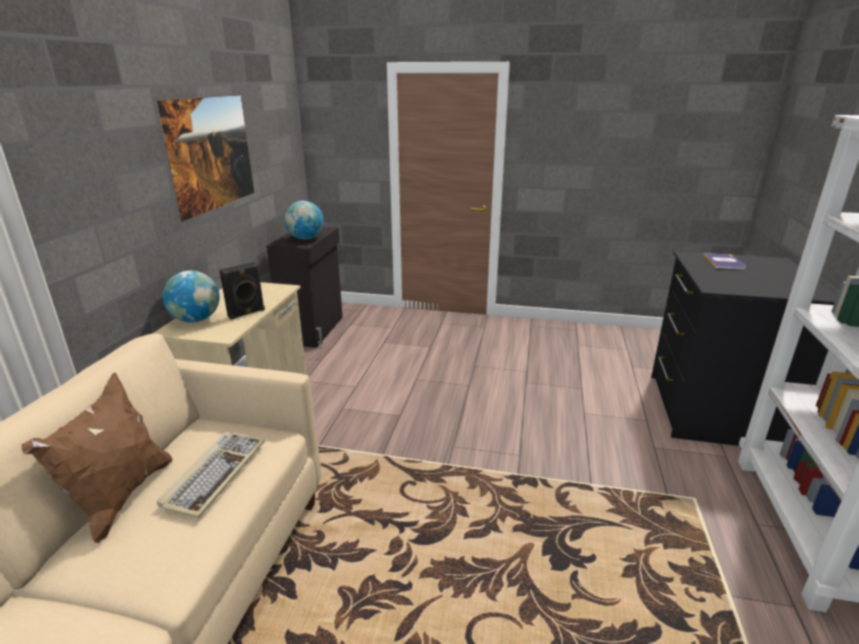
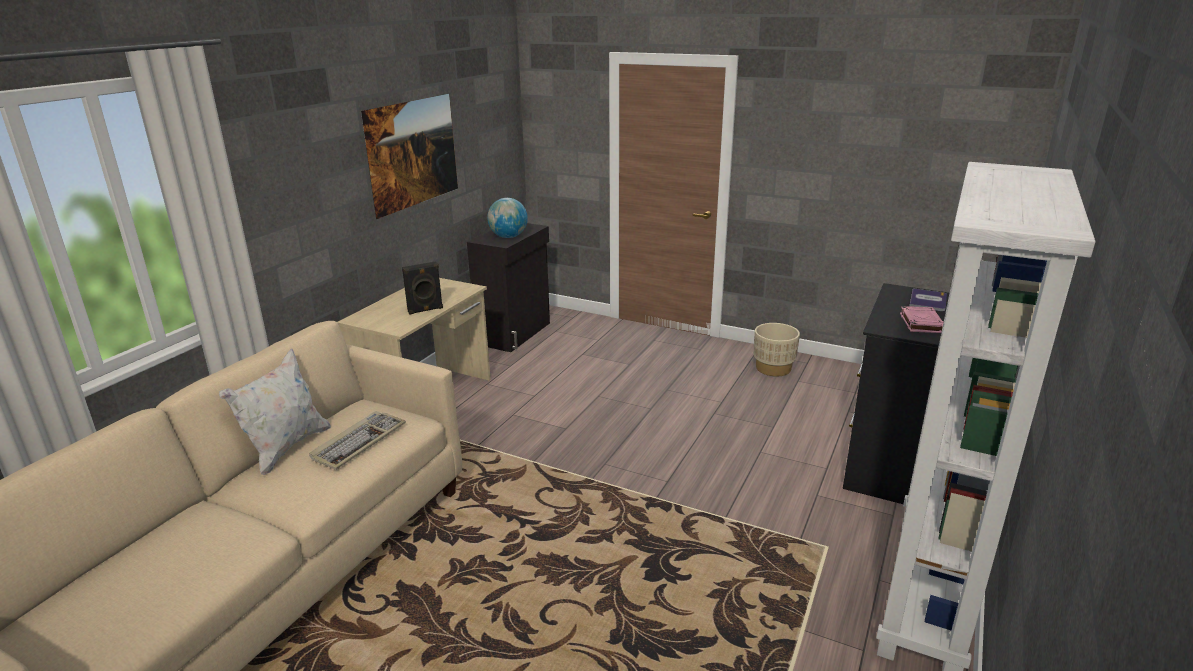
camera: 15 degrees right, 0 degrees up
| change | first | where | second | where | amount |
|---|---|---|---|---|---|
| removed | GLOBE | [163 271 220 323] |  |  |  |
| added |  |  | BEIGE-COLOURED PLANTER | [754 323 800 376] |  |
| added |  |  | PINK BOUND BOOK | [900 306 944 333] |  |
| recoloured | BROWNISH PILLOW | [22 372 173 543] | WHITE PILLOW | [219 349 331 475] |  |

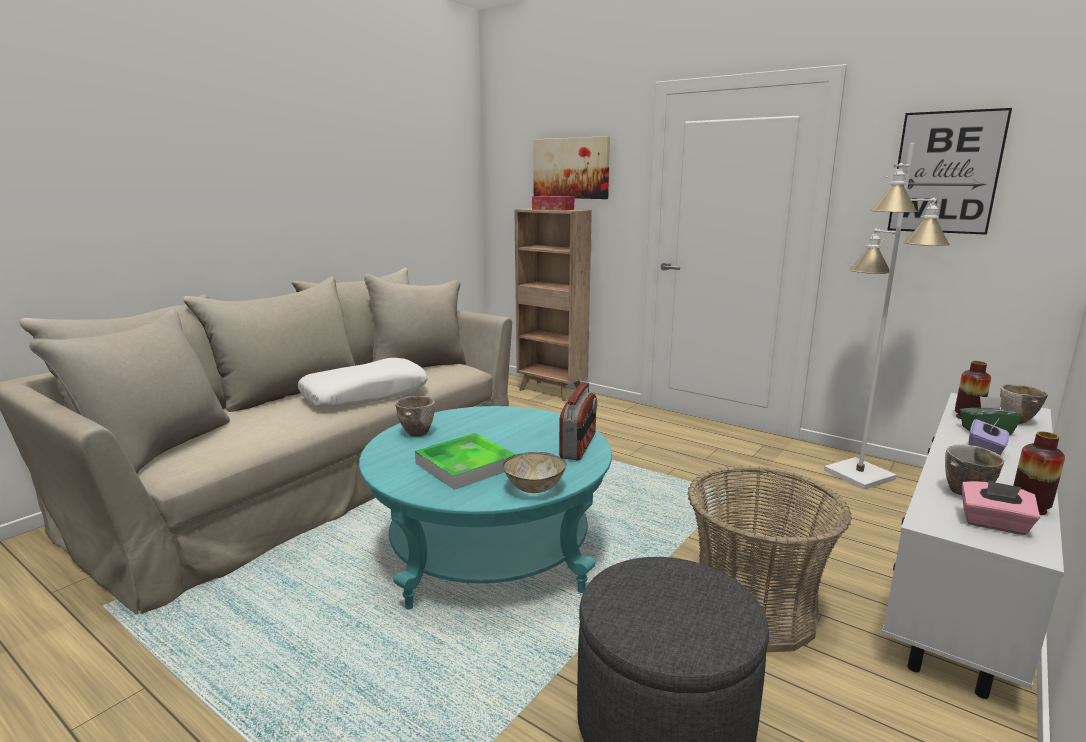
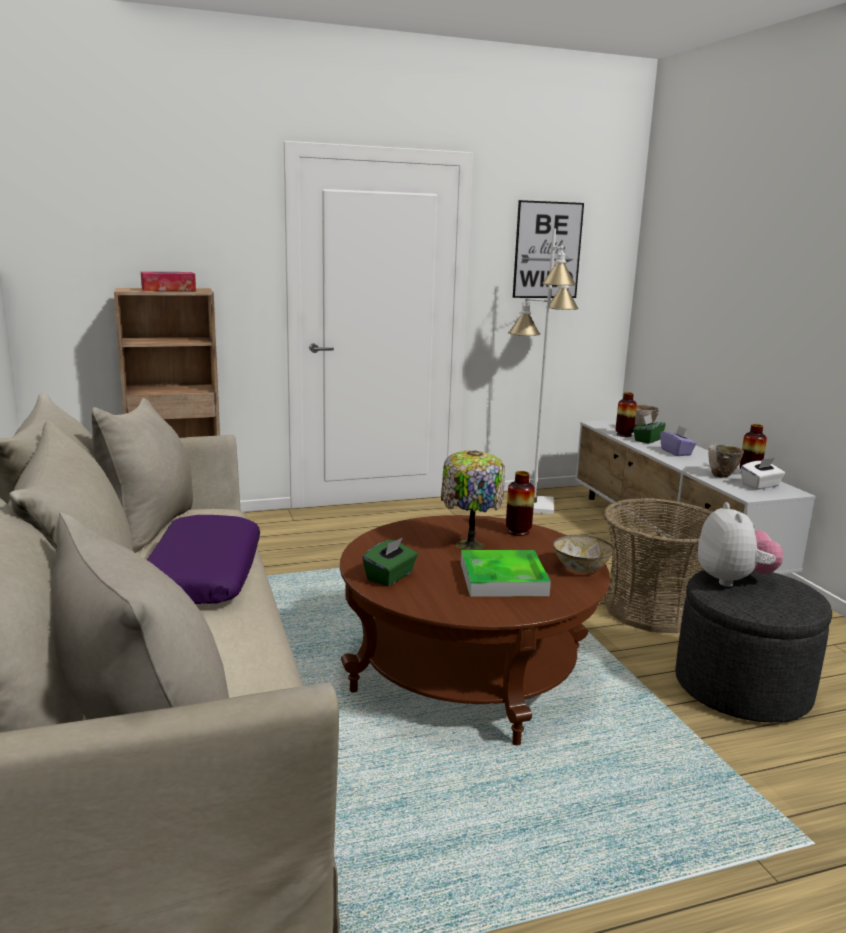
camera: 55 degrees left, 0 degrees up
| change | first | where | second | where | amount |
|---|---|---|---|---|---|
| removed | WALL PICTURE | [533 136 610 199] |  |  |  |
| added |  |  | TABLETOP LAMP | [441 450 505 550] |  |
| added |  |  | SOFT TOY | [698 502 783 587] |  |
| replaced | BOWL | [395 396 435 436] | GREENISH BOX OF TISSUES | [362 537 418 586] |  |
| replaced | RADIO | [559 382 597 460] | VASE | [506 471 535 536] |  |
| recoloured | WHITE PILLOW | [298 358 428 408] | PURPLE PILLOW | [147 515 260 604] |  |
| recoloured | TURQUOISE-COLOURED LOUNGE TABLE | [359 406 612 610] | BROWNISH LOUNGE TABLE | [340 515 610 746] |  |
| recoloured | PINK BOX OF TISSUES | [962 481 1040 535] | WHITE BOX OF TISSUES | [741 458 785 490] |  |

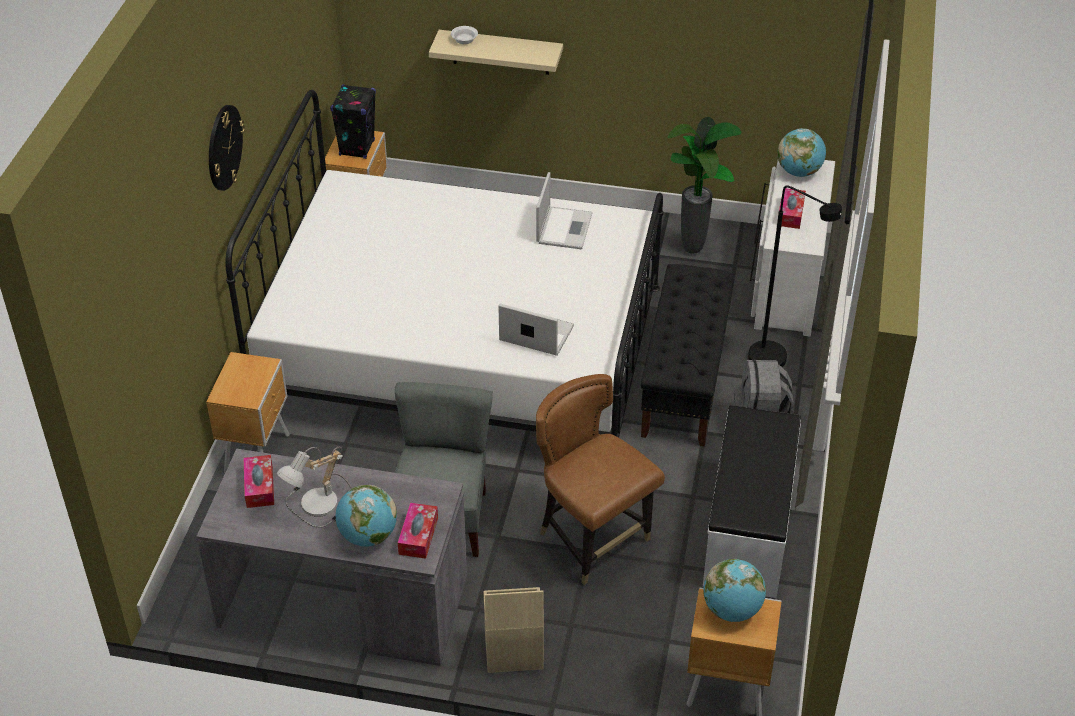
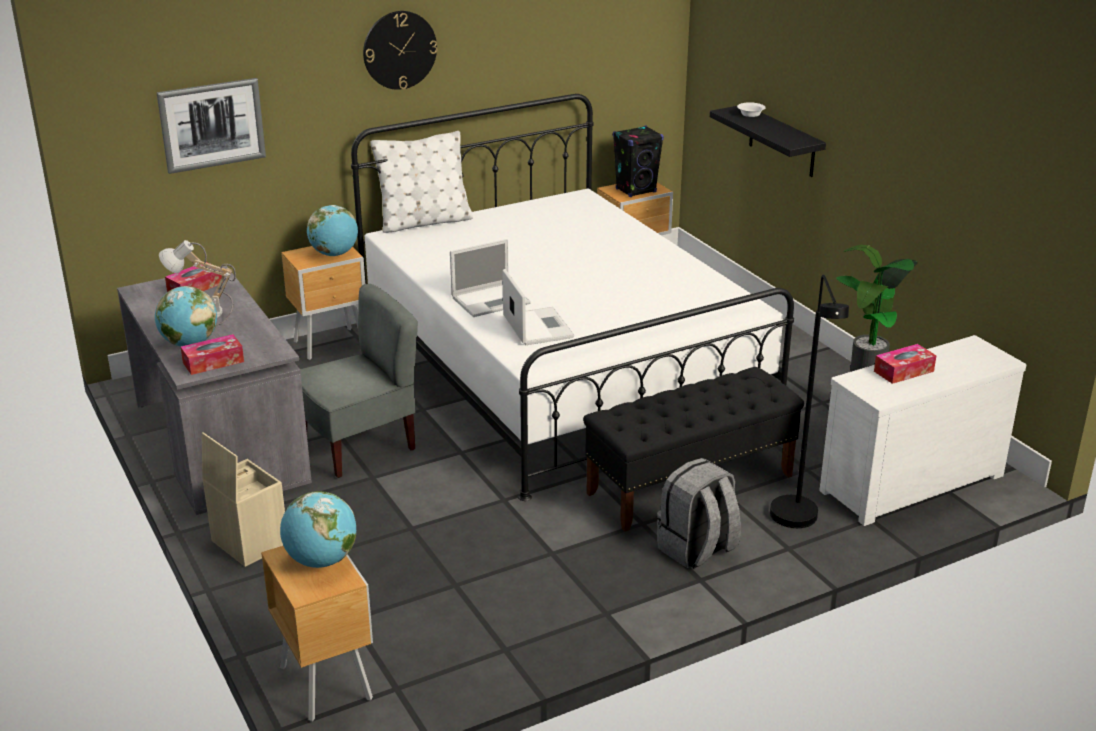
camera: 50 degrees right, 15 degrees down
| change | first | where | second | where | amount |
|---|---|---|---|---|---|
| removed | BROWNISH PLAIN CHAIR | [536 374 665 585] |  |  |  |
| removed | WHITE INDOOR BENCH | [703 405 801 598] |  |  |  |
| added |  |  | WALL PICTURE | [156 78 266 174] |  |
| added |  |  | WHITE PILLOW | [370 131 473 233] |  |
| moved | PORTABLE COMPUTER | [536 172 593 249] |  | [450 239 531 317] |  |
| moved | GLOBE | [778 128 826 177] |  | [307 205 358 256] |  |
| recoloured | BEIGE-COLOURED SHELF | [429 30 563 75] | BLACK SHELF | [710 106 826 177] |  |

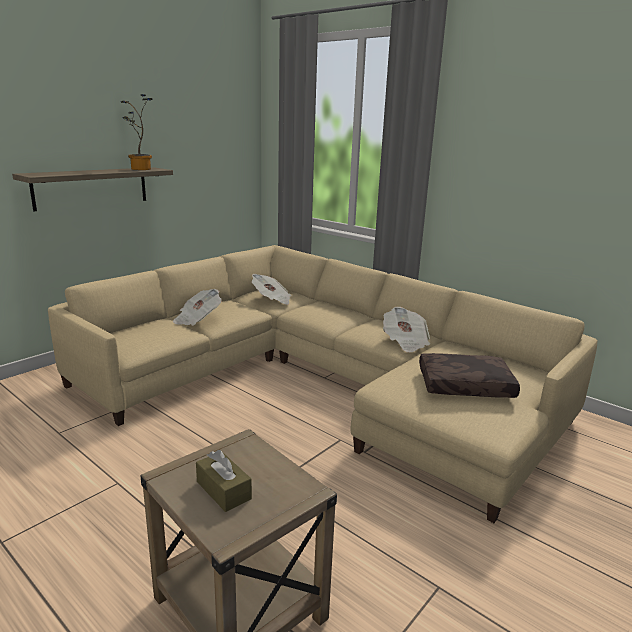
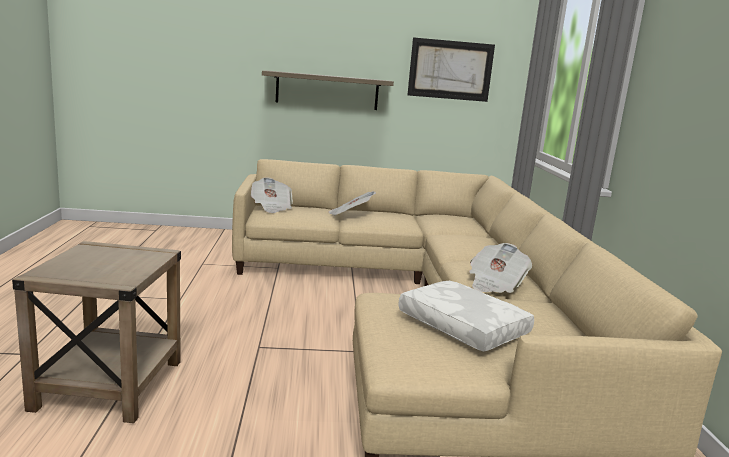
camera: 45 degrees right, 5 degrees down
| change | first | where | second | where | amount |
|---|---|---|---|---|---|
| removed | HOUSEPLANT | [120 94 153 170] |  |  |  |
| removed | BROWNISH BOX OF TISSUES | [196 450 252 512] |  |  |  |
| added |  |  | WALL PICTURE | [407 37 495 102] |  |
| moved | PRINTED PAPER | [251 274 291 305] |  | [251 177 293 213] |  |
| recoloured | BROWNISH PILLOW | [419 353 520 398] | WHITE PILLOW | [398 281 534 352] |  |

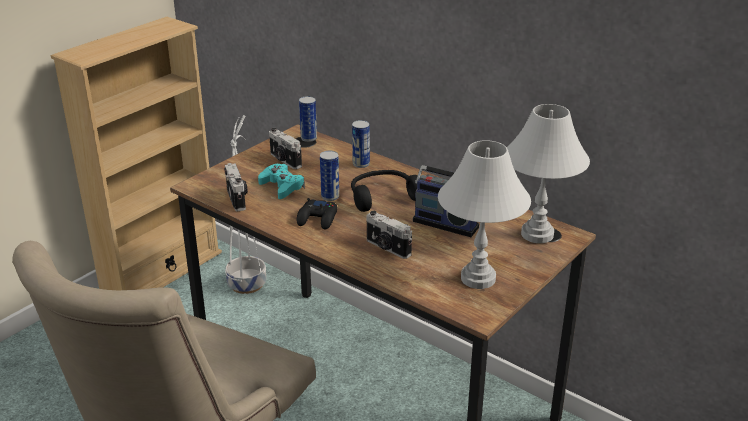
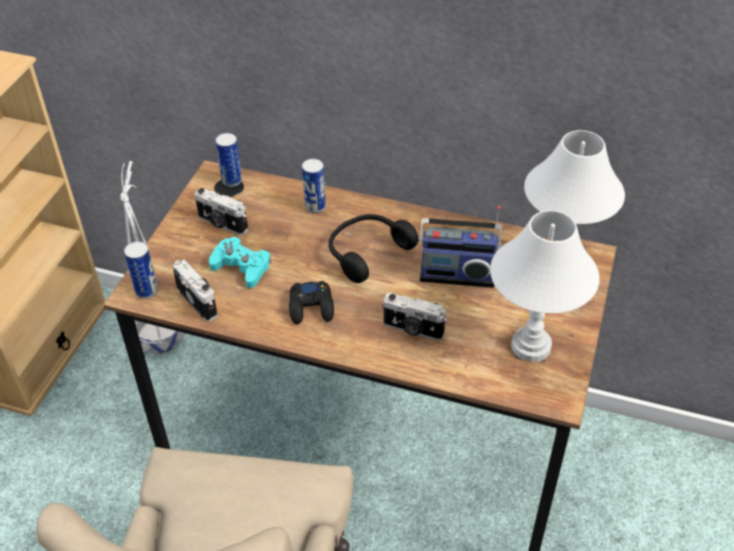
camera: 20 degrees left, 15 degrees up
| change | first | where | second | where | amount |
|---|---|---|---|---|---|
| moved | SEALED CAN | [320 151 339 201] |  | [124 241 158 299] |  |

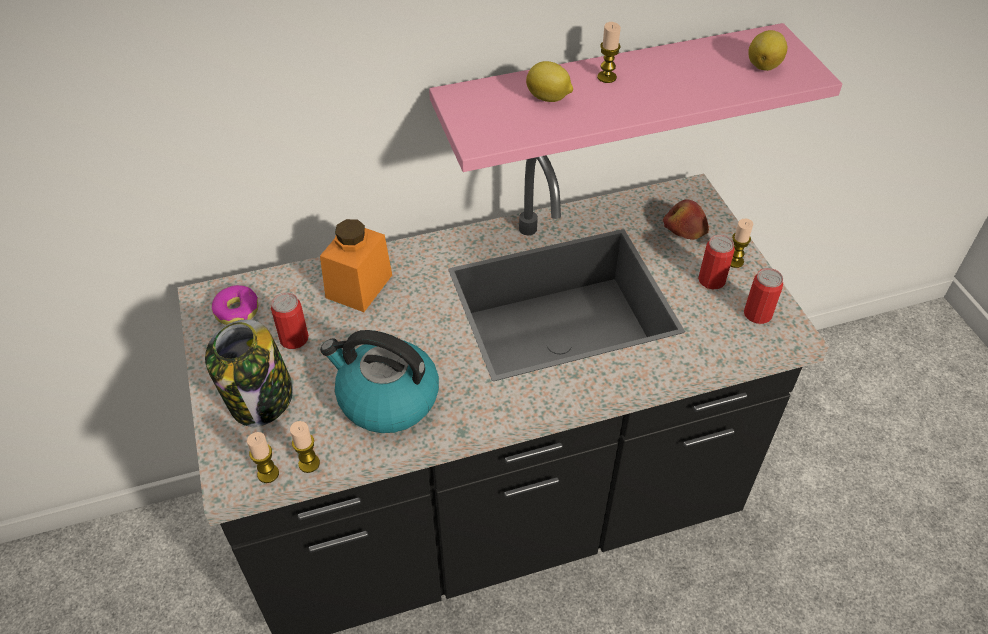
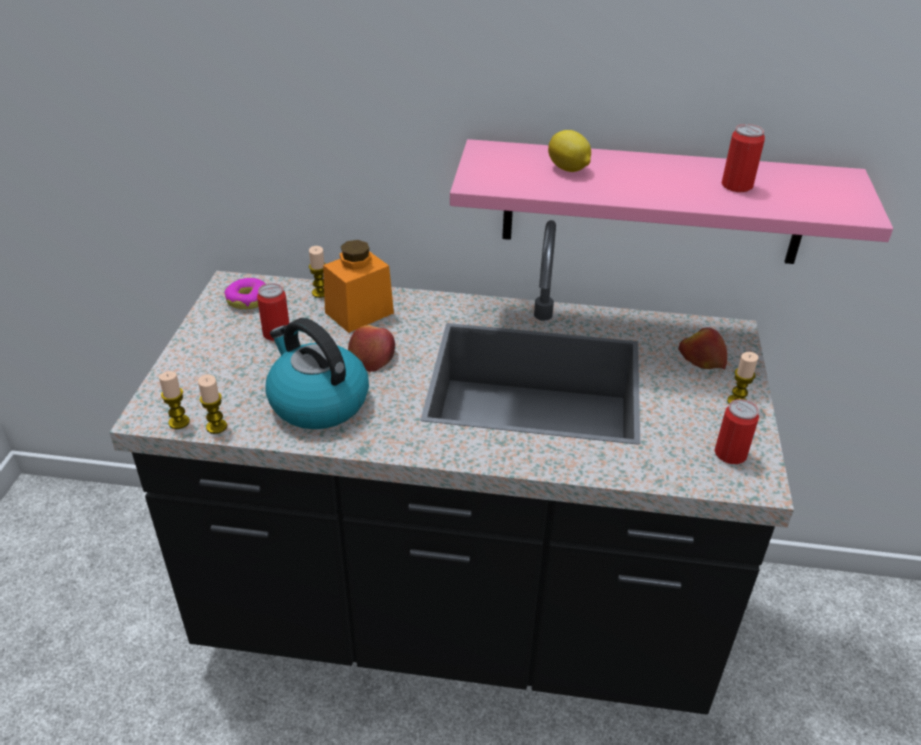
camera: 25 degrees right, 10 degrees down
| change | first | where | second | where | amount |
|---|---|---|---|---|---|
| removed | STORAGE JAR | [205 320 293 427] |  |  |  |
| removed | WHOLE LEMON | [748 30 787 71] |  |  |  |
| added |  |  | APPLE FRUIT | [348 325 395 372] |  |
| moved | WAX CANDLE | [597 22 621 83] |  | [309 246 325 298] |  |
| moved | SEALED CAN | [698 235 735 289] |  | [722 124 765 192] |  |

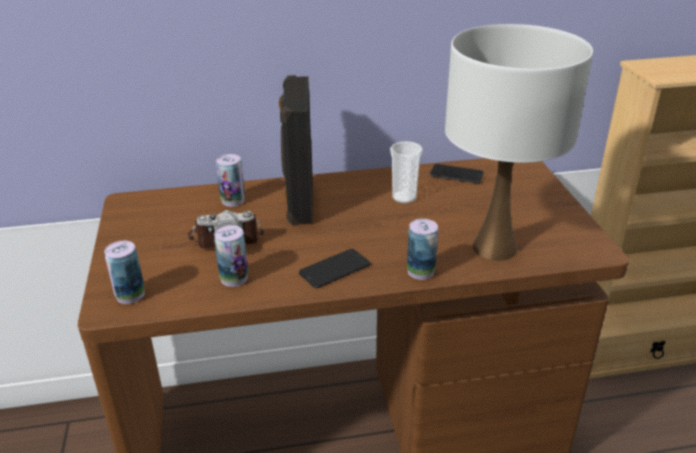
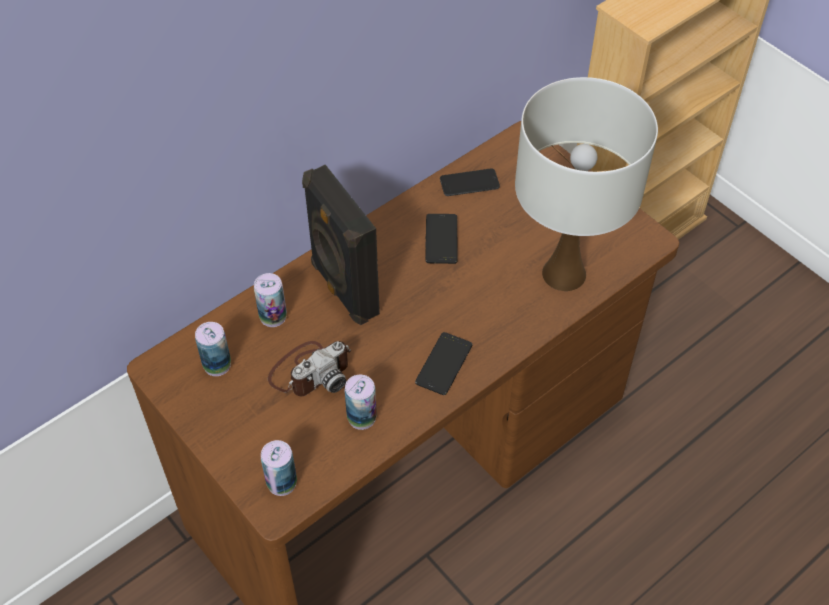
camera: 30 degrees left, 20 degrees up
| change | first | where | second | where | amount |
|---|---|---|---|---|---|
| moved | SEALED CAN | [407 219 438 280] |  | [195 322 231 376] |  |
| replaced | SMALL CUP | [390 141 423 203] | PHONE | [425 214 458 264] |  |

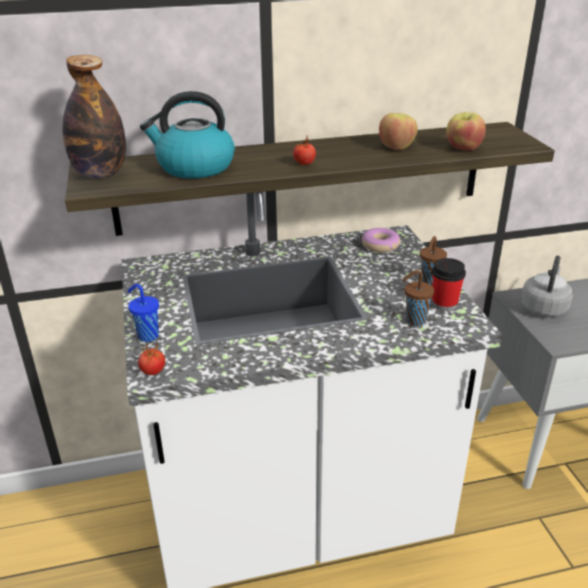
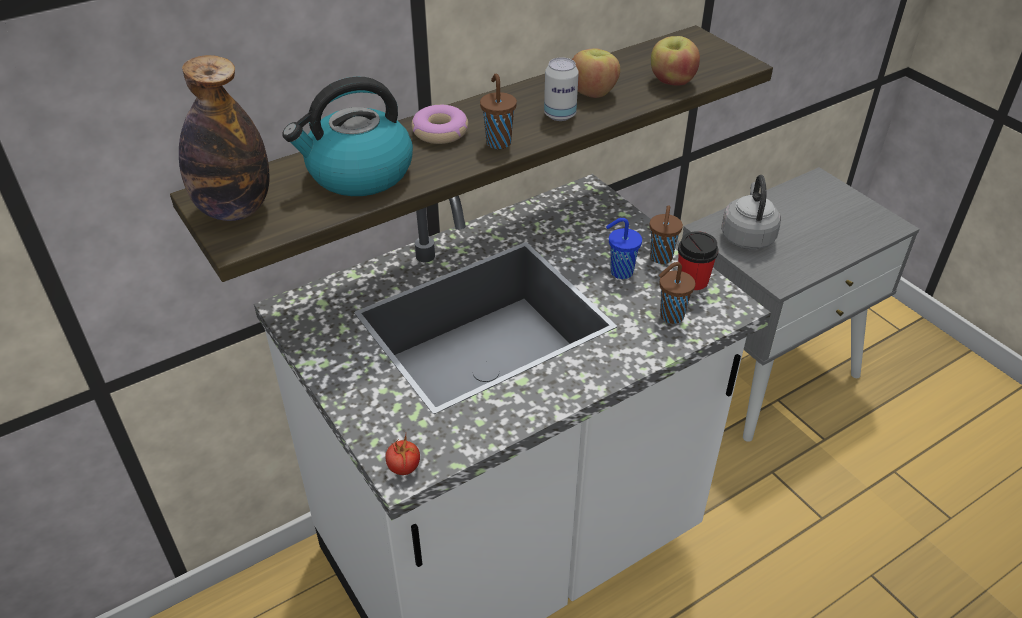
camera: 20 degrees left, 10 degrees up
| change | first | where | second | where | amount |
|---|---|---|---|---|---|
| added |  |  | SEALED CAN | [544 57 579 121] |  |
| moved | BLUE SMALL CUP | [128 284 159 342] |  | [606 218 642 279] |  |
| moved | RING DOUGHNUT | [362 228 400 253] |  | [412 105 468 144] |  |
| replaced | FRESH TOMATO | [293 136 316 165] | BROWNISH SMALL CUP | [480 73 517 149] |  |

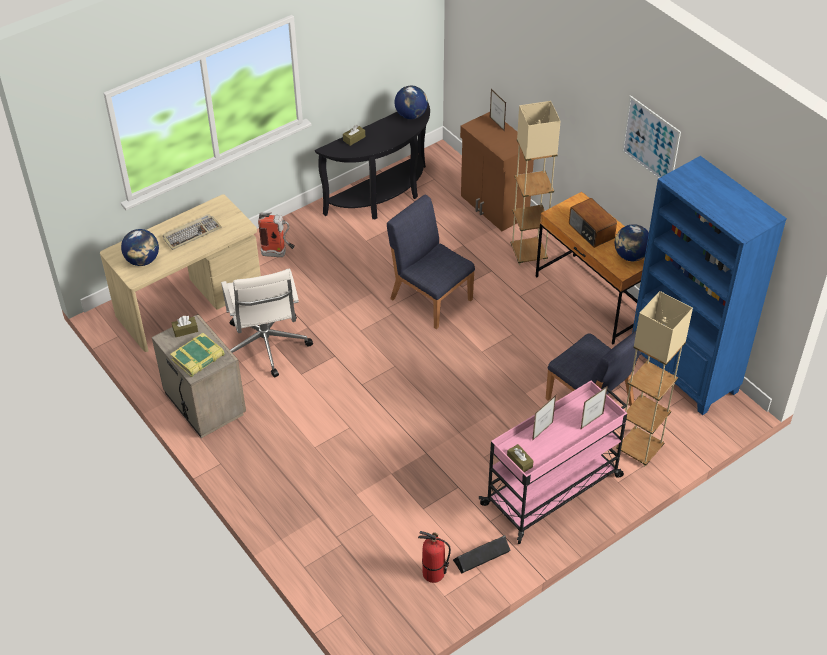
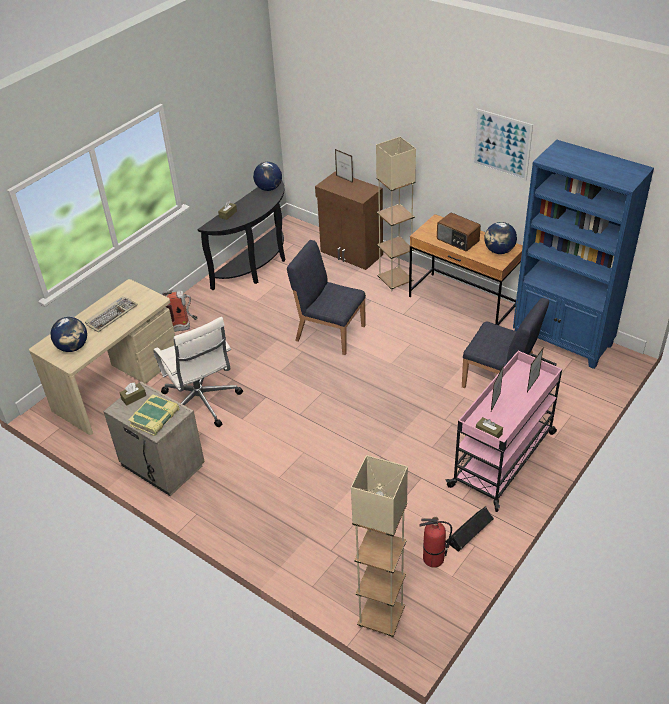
camera: 15 degrees left, 5 degrees down
| change | first | where | second | where | amount |
|---|---|---|---|---|---|
| moved | BEIGE-COLOURED STANDARD LAMP | [616 291 693 467] |  | [351 455 408 638] |  |

